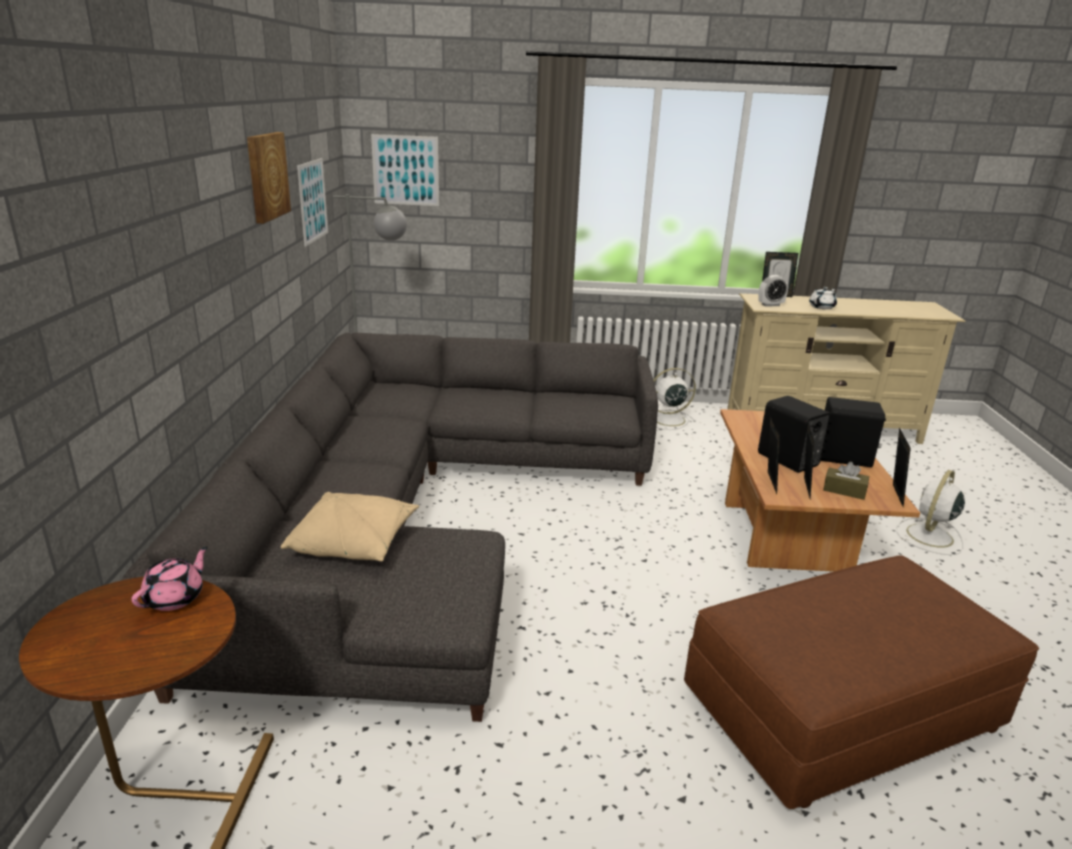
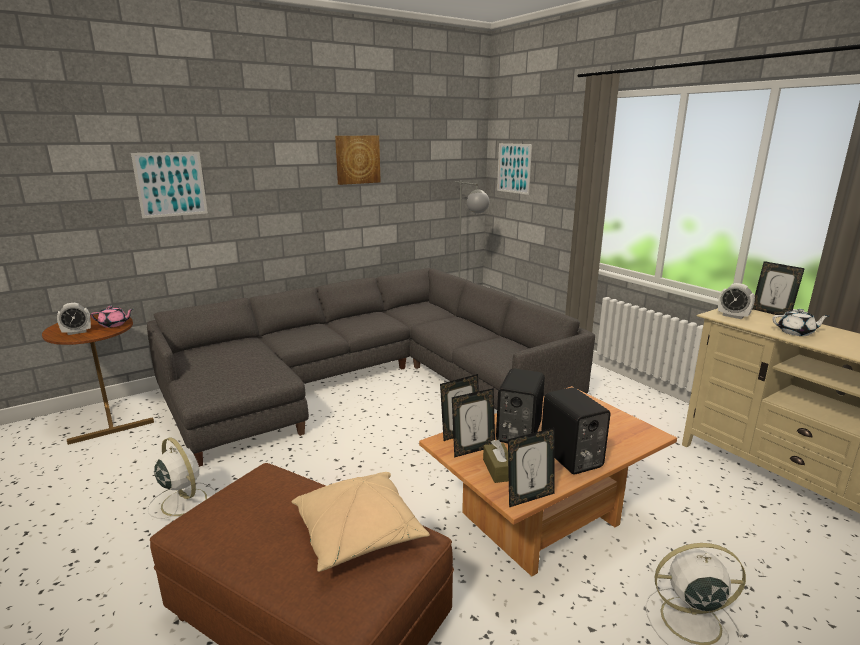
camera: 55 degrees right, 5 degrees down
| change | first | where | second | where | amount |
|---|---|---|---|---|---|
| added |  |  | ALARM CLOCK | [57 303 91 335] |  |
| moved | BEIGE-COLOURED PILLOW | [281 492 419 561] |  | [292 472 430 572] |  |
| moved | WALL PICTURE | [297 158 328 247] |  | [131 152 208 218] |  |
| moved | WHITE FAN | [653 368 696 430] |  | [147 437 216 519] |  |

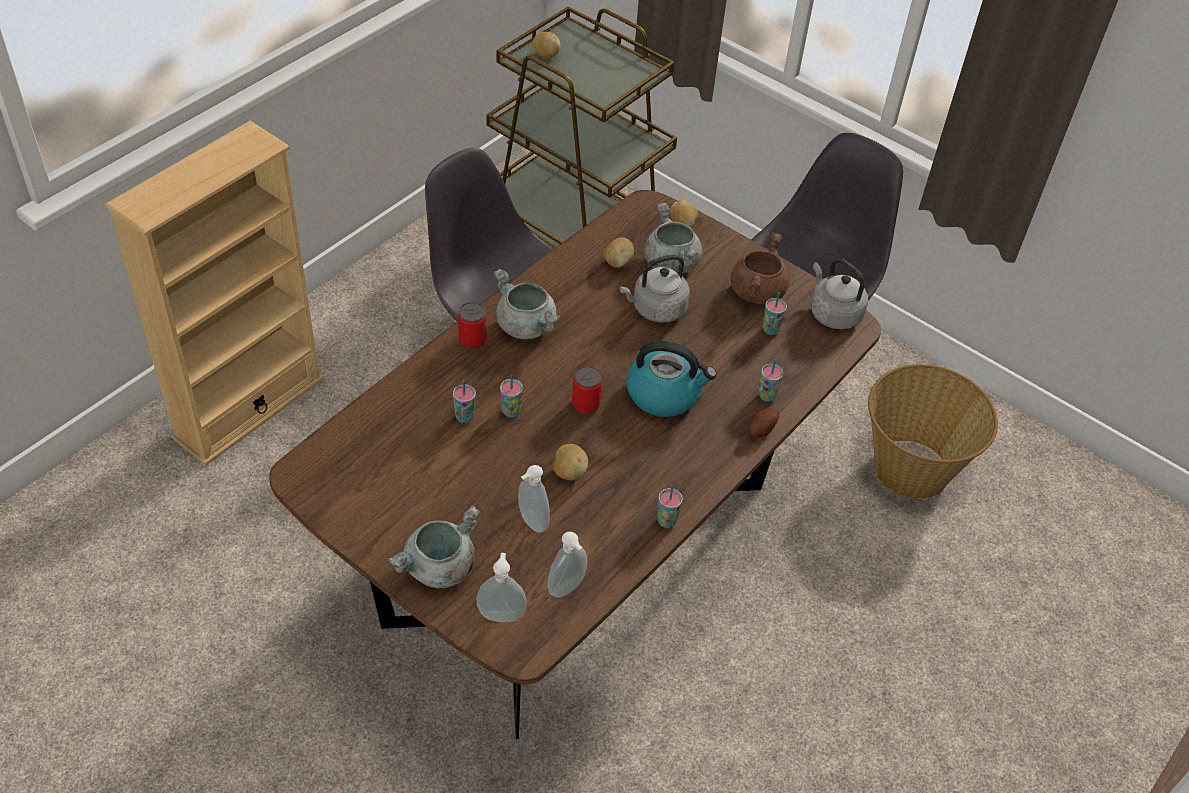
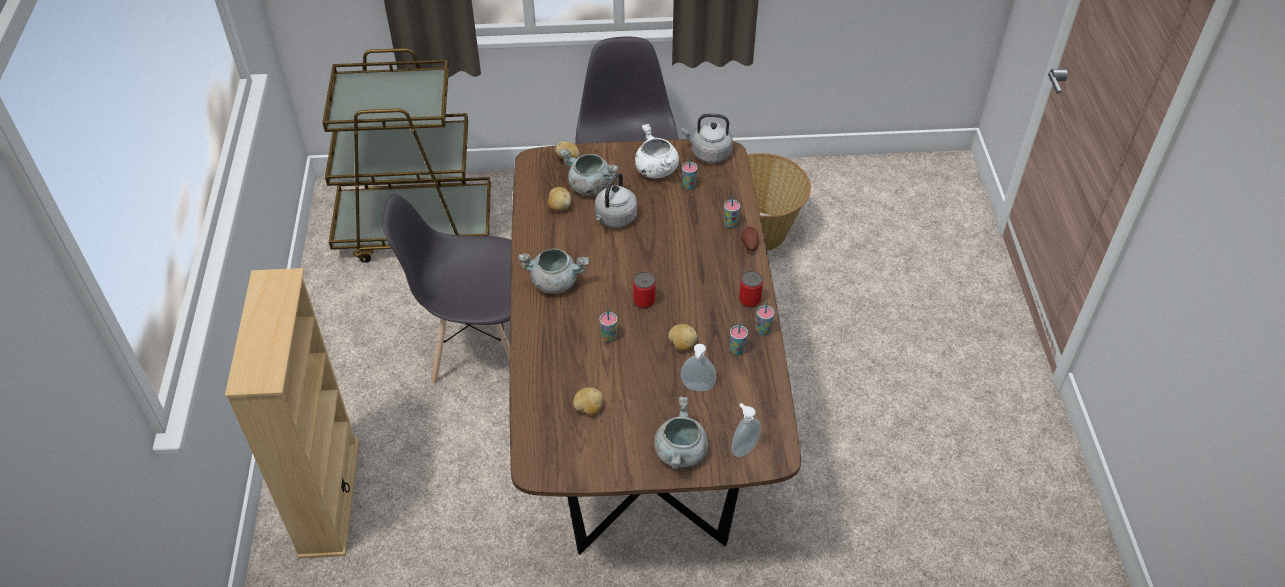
camera: 40 degrees left, 0 degrees up
| change | first | where | second | where | amount |
|---|---|---|---|---|---|
| removed | SOAP DISPENSER | [548 532 587 598] |  |  |  |
| removed | TEA KETTLE | [626 341 717 417] |  |  |  |
| moved | SMALL CUP | [453 380 476 423] |  | [730 322 748 355] |  |
| moved | SEALED CAN | [458 302 486 349] |  | [739 271 763 307] |  |
| moved | WHOLE POTATO | [533 32 560 58] |  | [573 387 603 415] |  |
| recoloured | BROWNISH COOKING POT | [731 232 790 304] | WHITE COOKING POT | [635 124 679 178] |  |

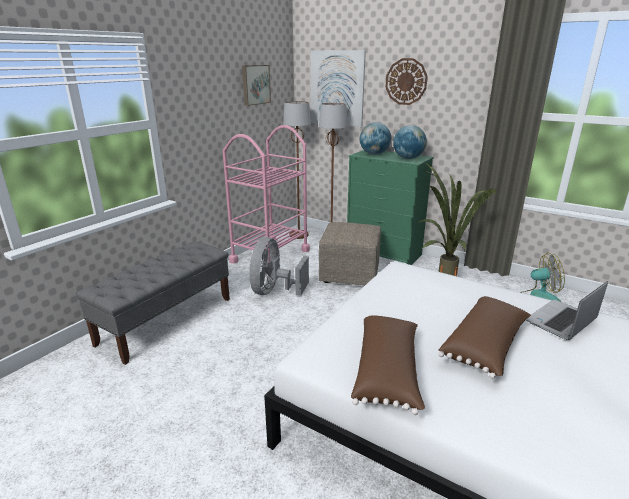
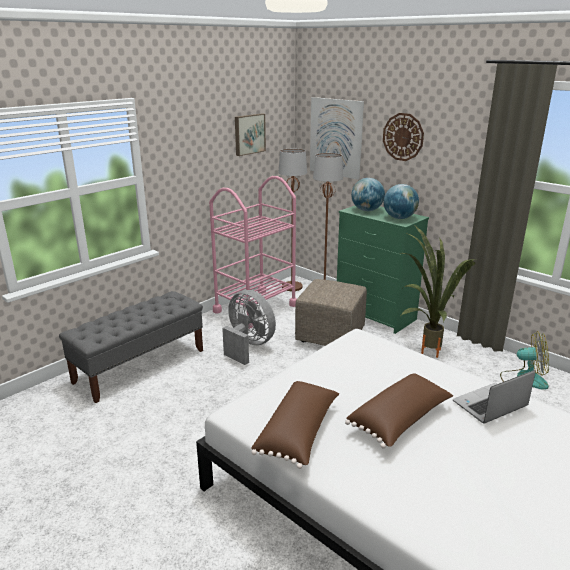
camera: 10 degrees right, 0 degrees up
| change | first | where | second | where | amount |
|---|---|---|---|---|---|
| turned | GREYISH FAN | [249 237 309 296] |  | [222 290 276 365] | 105 degrees clockwise |

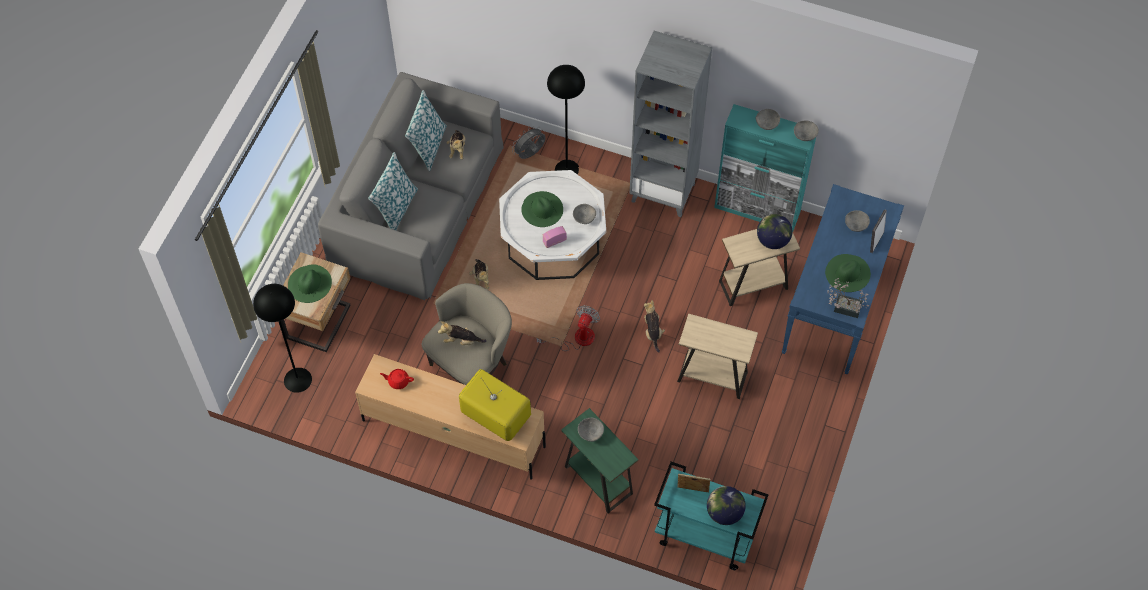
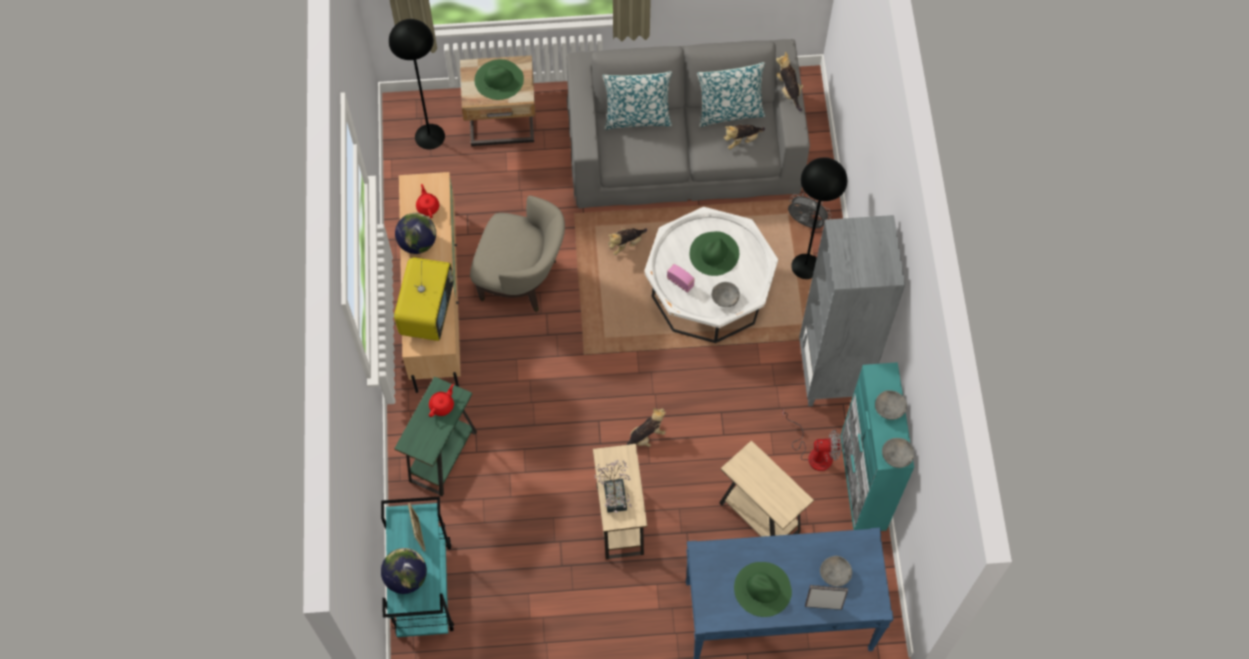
camera: 65 degrees right, 5 degrees up
| change | first | where | second | where | amount |
|---|---|---|---|---|---|
| moved | SOFT TOY | [438 321 487 345] |  | [776 52 803 112] |  |
| moved | FAN | [536 305 600 351] |  | [782 410 841 471] |  |
| moved | GLOBE | [757 214 793 249] |  | [395 213 436 254] |  |
| moved | HOUSEPLANT | [827 278 869 318] |  | [594 460 632 513] |  |
| replaced | GREYISH BOWL | [578 418 604 442] | REDDISH TEA POT | [429 384 454 417] |  |

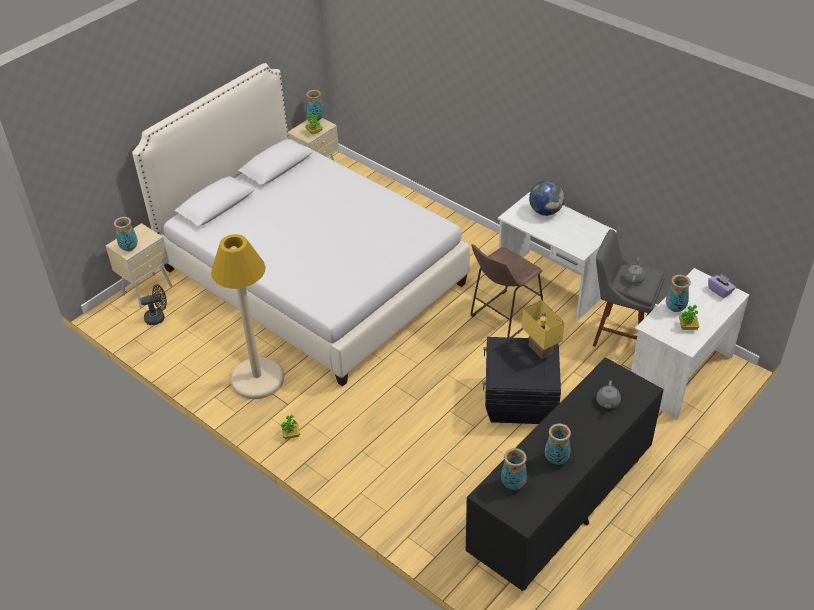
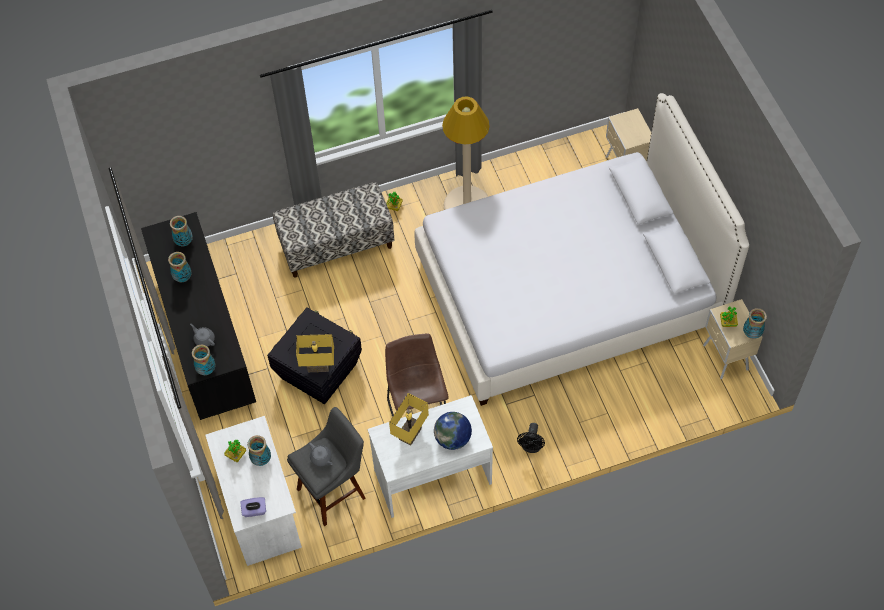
camera: 120 degrees right, 15 degrees up
| change | first | where | second | where | amount |
|---|---|---|---|---|---|
| added |  |  | INDOOR BENCH | [273 182 394 278] |  |
| added |  |  | YELLOW-COLOURED TABLETOP LAMP | [389 393 429 446] |  |
| moved | VASE | [114 217 138 251] |  | [192 345 215 375] |  |
| moved | BLACK FAN | [140 284 167 325] |  | [517 423 545 453] |  |

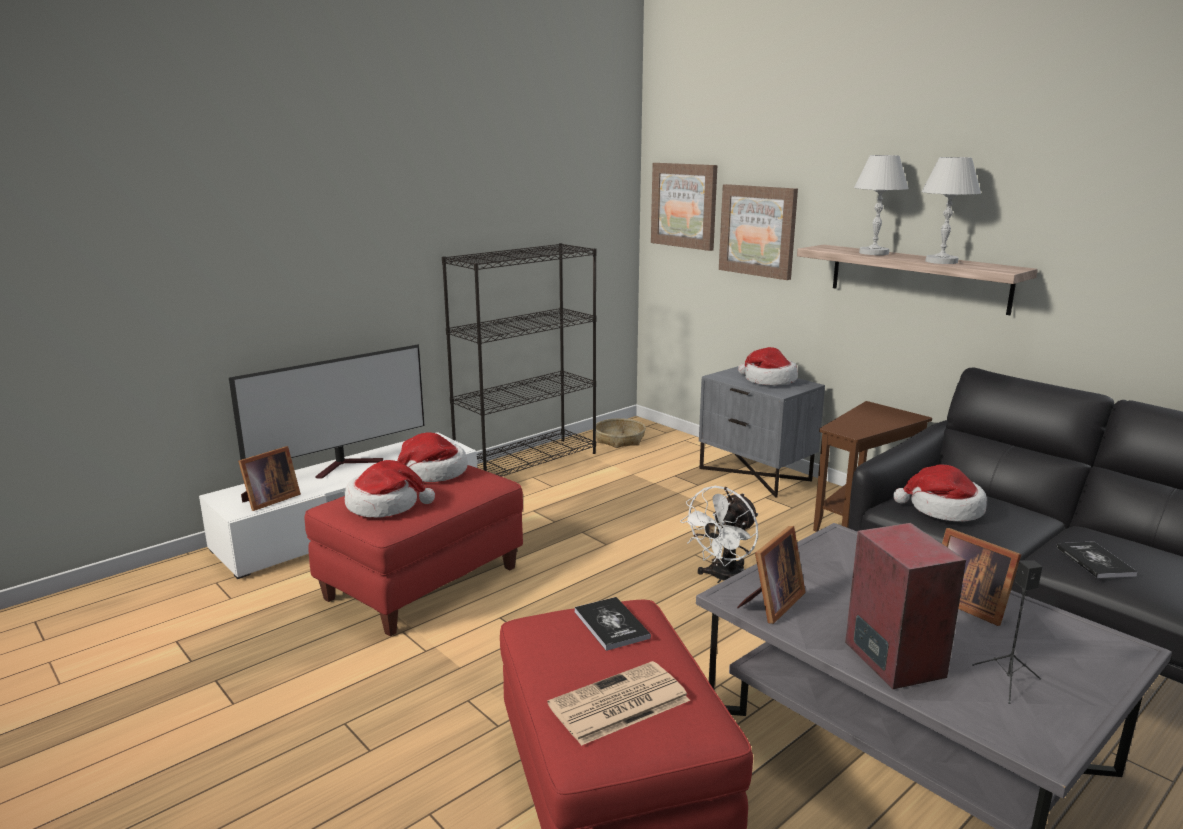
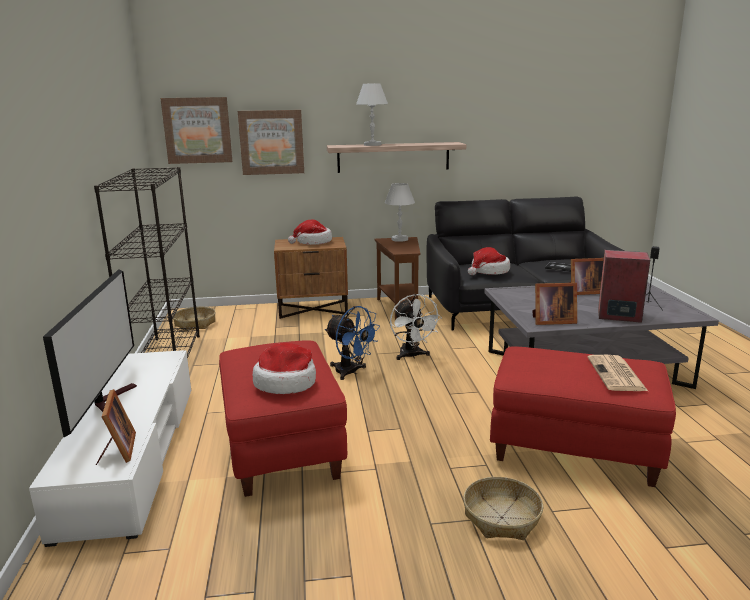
camera: 55 degrees left, 0 degrees up
| change | first | where | second | where | amount |
|---|---|---|---|---|---|
| removed | WEARABLE HAT | [397 432 467 482] |  |  |  |
| removed | BOUND BOOK | [575 597 651 651] |  |  |  |
| added |  |  | BLUE FAN | [325 306 380 380] |  |
| added |  |  | BASKET | [463 477 543 540] |  |
| moved | WHITE TABLETOP LAMP | [922 157 981 264] |  | [385 183 415 242] |  |
| recoloured | GREYISH NIGHTSTAND | [699 366 825 498] | BROWNISH NIGHTSTAND | [274 237 348 319] |  |
| turned | PHOTO FRAME | [737 526 806 624] |  | [532 283 577 325] | 105 degrees clockwise |

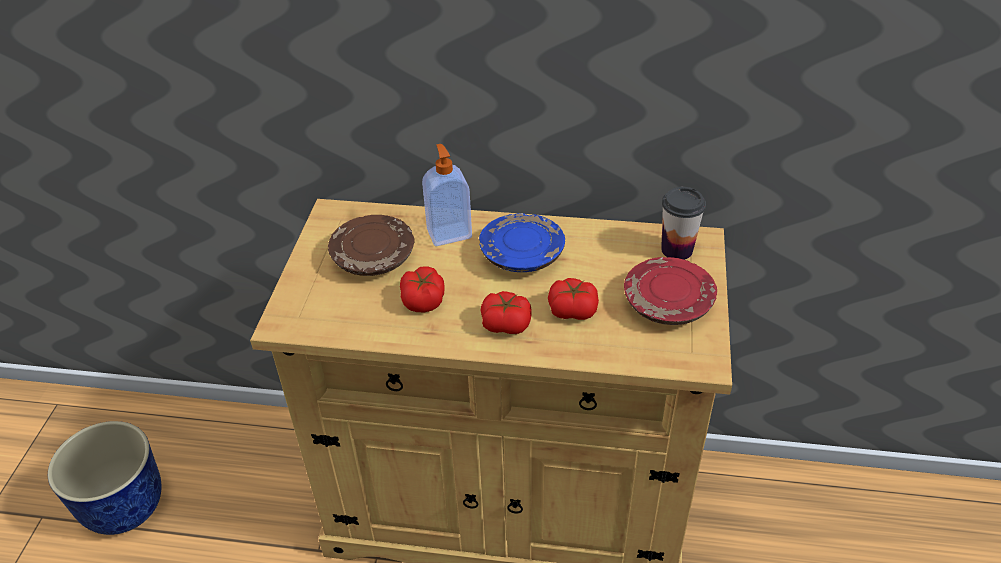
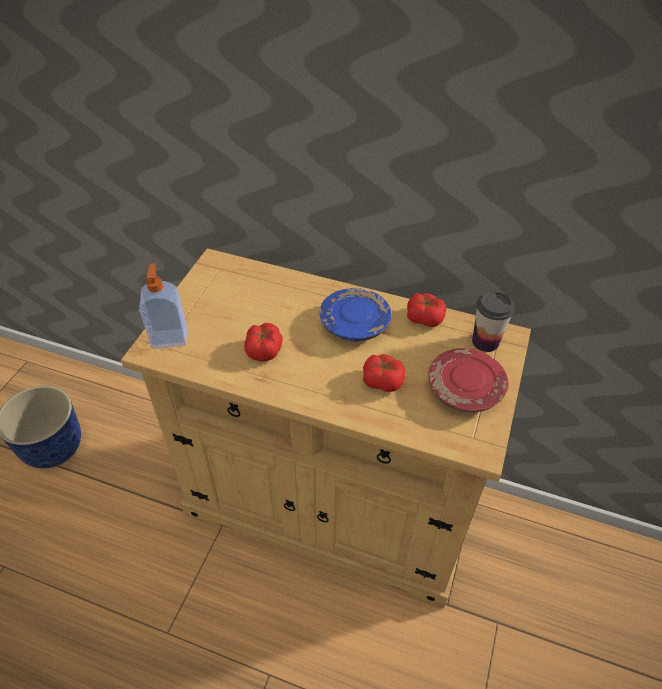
camera: 10 degrees right, 5 degrees up
| change | first | where | second | where | amount |
|---|---|---|---|---|---|
| removed | BROWNISH PLATE | [328 215 414 276] |  |  |  |
| moved | SOAP DISPENSER | [422 144 472 246] |  | [139 263 187 349] |  |
| moved | FRESH TOMATO | [480 291 531 334] |  | [407 293 446 327] |  |

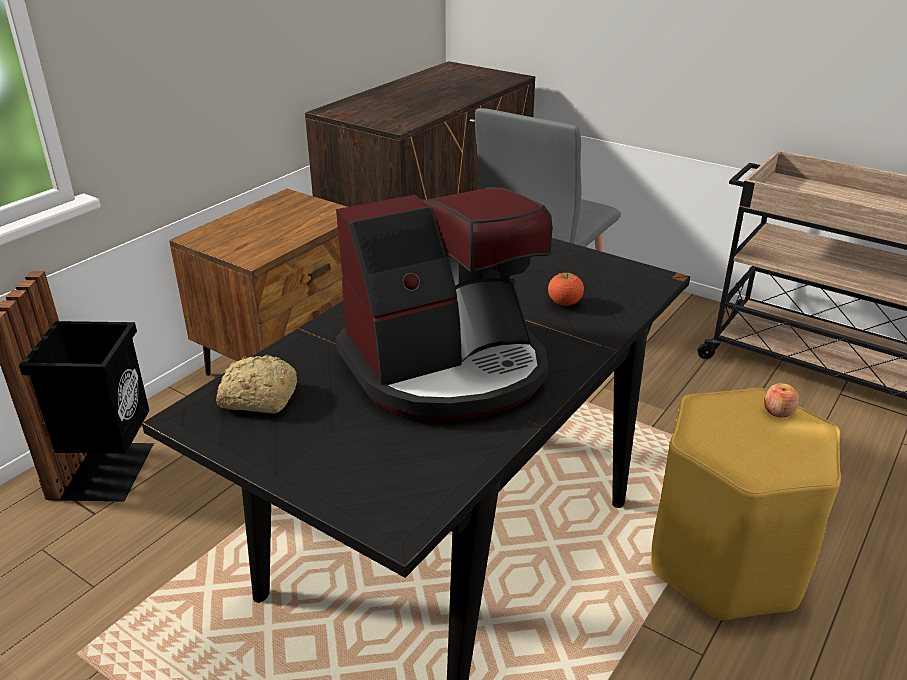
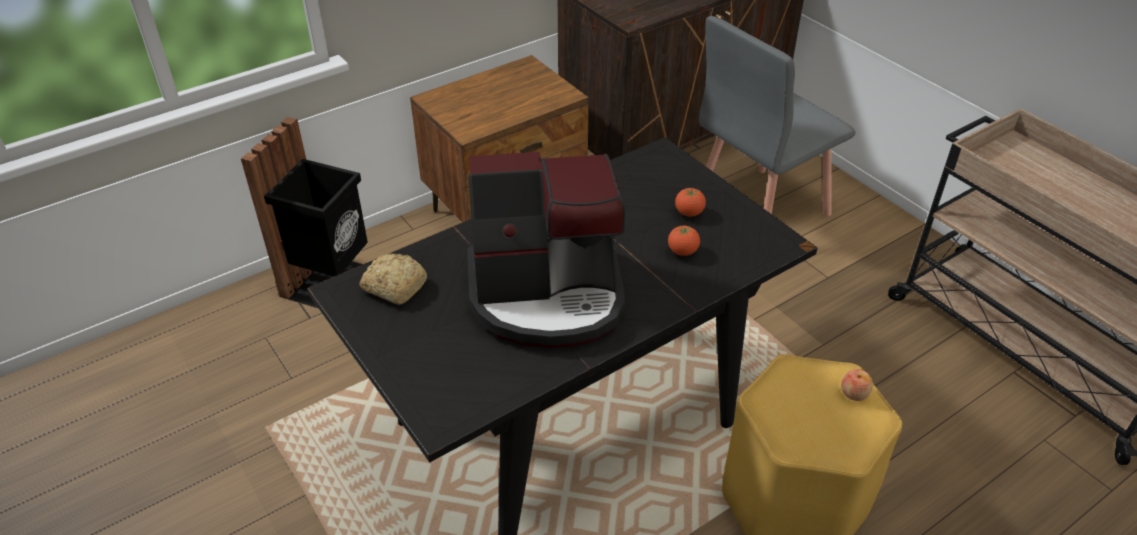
camera: 20 degrees right, 10 degrees up
| change | first | where | second | where | amount |
|---|---|---|---|---|---|
| added |  |  | FRESH TOMATO | [675 188 706 217] |  |

